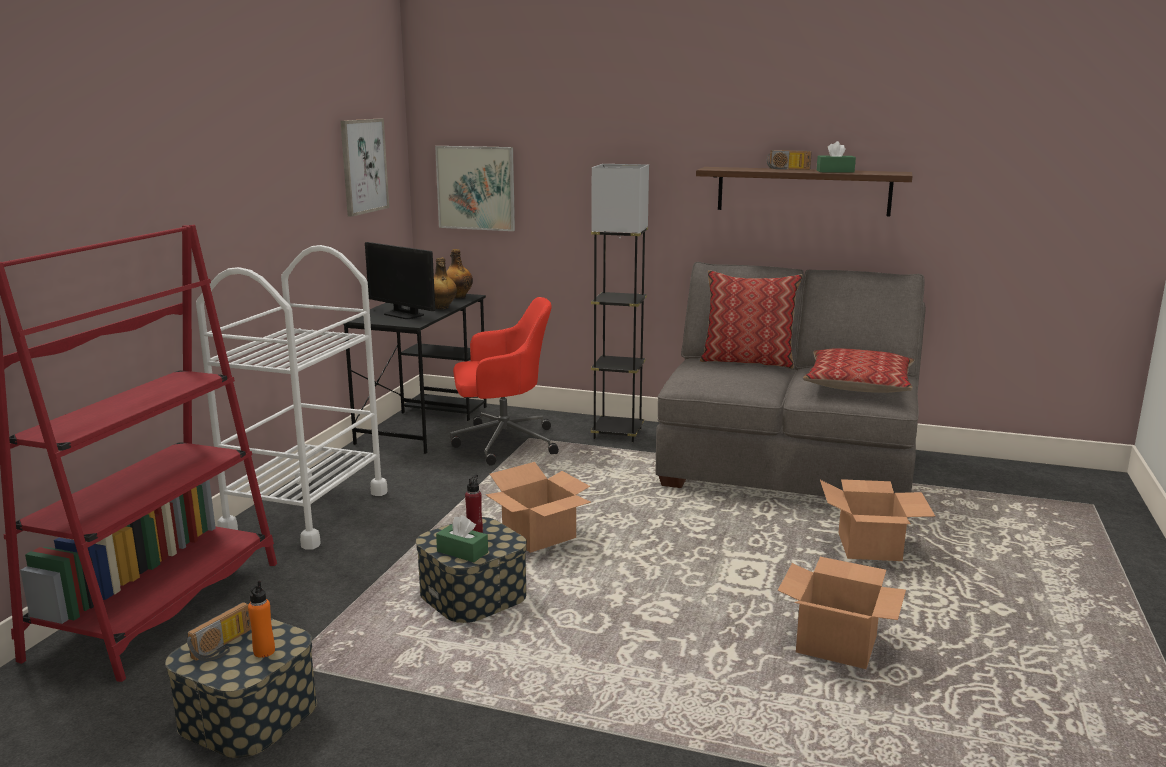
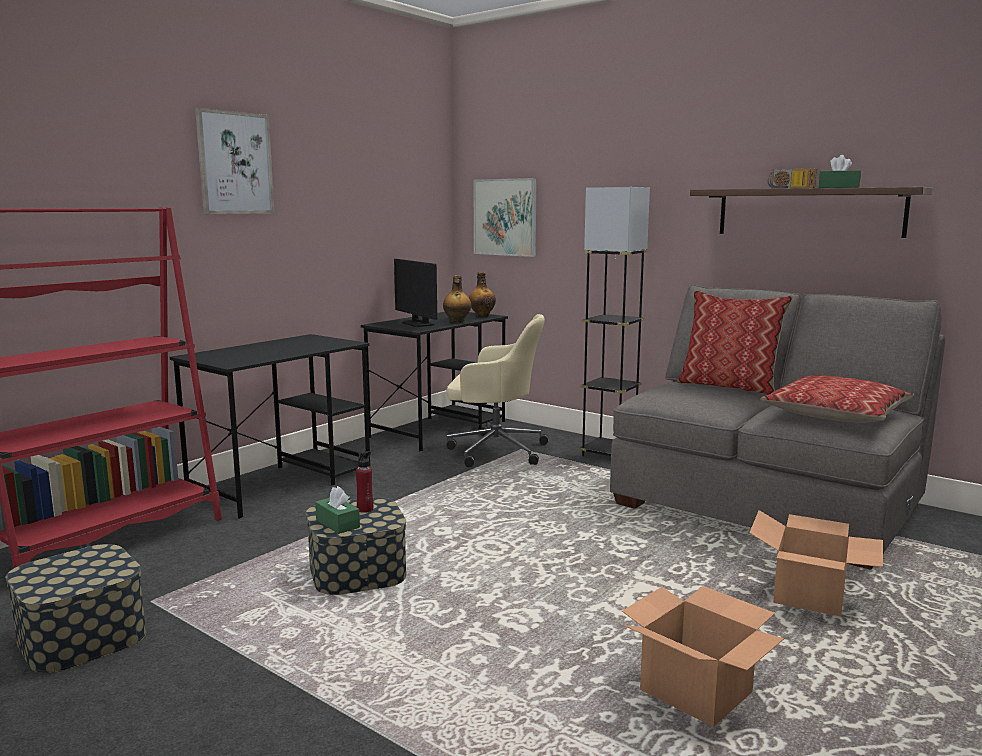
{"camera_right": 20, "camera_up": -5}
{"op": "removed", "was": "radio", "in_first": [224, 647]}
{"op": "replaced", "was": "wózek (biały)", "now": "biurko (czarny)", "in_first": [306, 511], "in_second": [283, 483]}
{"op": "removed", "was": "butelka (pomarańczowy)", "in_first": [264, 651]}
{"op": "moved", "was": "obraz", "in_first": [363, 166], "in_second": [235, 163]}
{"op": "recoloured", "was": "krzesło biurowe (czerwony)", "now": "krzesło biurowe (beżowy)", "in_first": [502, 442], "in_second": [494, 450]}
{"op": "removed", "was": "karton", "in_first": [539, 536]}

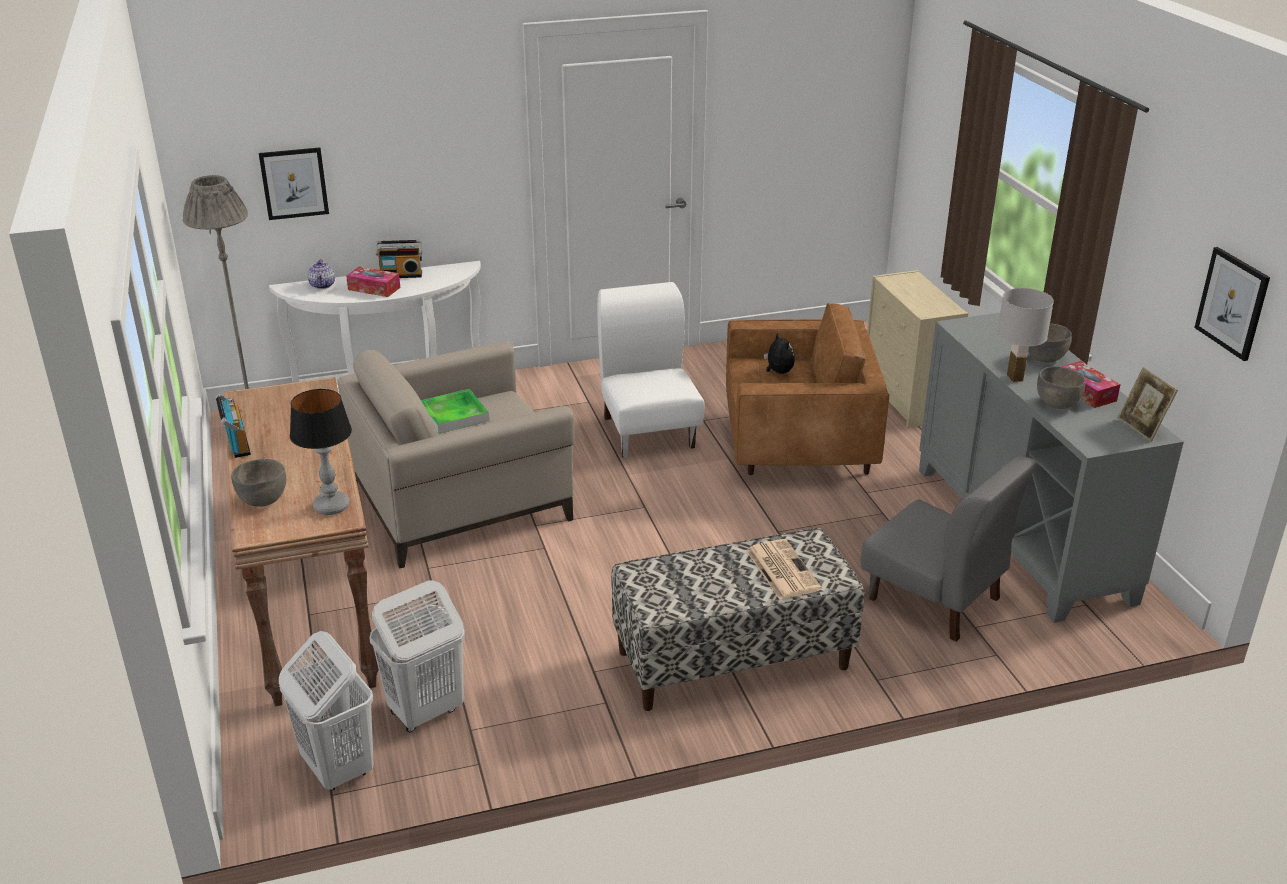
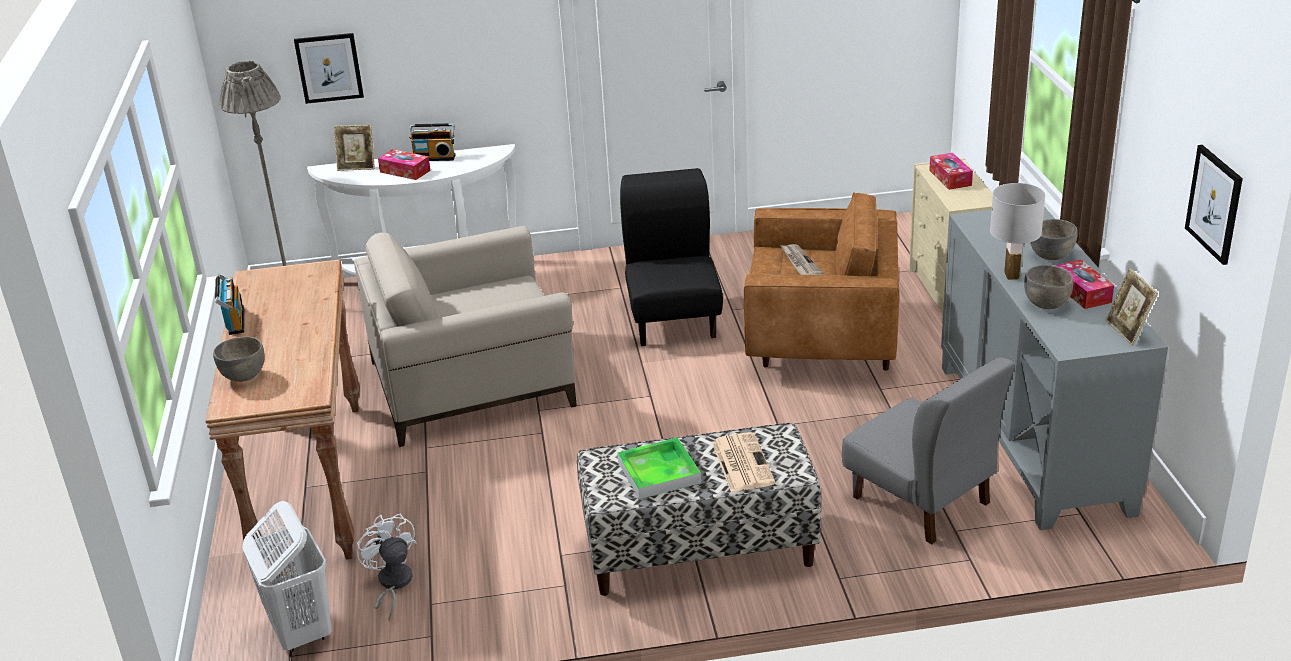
{"camera_right": 10, "camera_up": 0}
{"op": "removed", "was": "lampa stołowa", "in_first": [330, 506]}
{"op": "replaced", "was": "imbryk", "now": "ramka na zdjęcie", "in_first": [323, 285], "in_second": [357, 167]}
{"op": "replaced", "was": "kosz na pranie (biały)", "now": "wentylator (biały)", "in_first": [425, 712], "in_second": [392, 584]}
{"op": "moved", "was": "taca", "in_first": [454, 415], "in_second": [659, 472]}
{"op": "recoloured", "was": "krzesło (biały)", "now": "krzesło (czarny)", "in_first": [649, 431], "in_second": [673, 320]}
{"op": "replaced", "was": "pluszak", "now": "gazeta", "in_first": [778, 372], "in_second": [799, 262]}
{"op": "added", "now": "pudełko chusteczek", "in_second": [950, 178]}

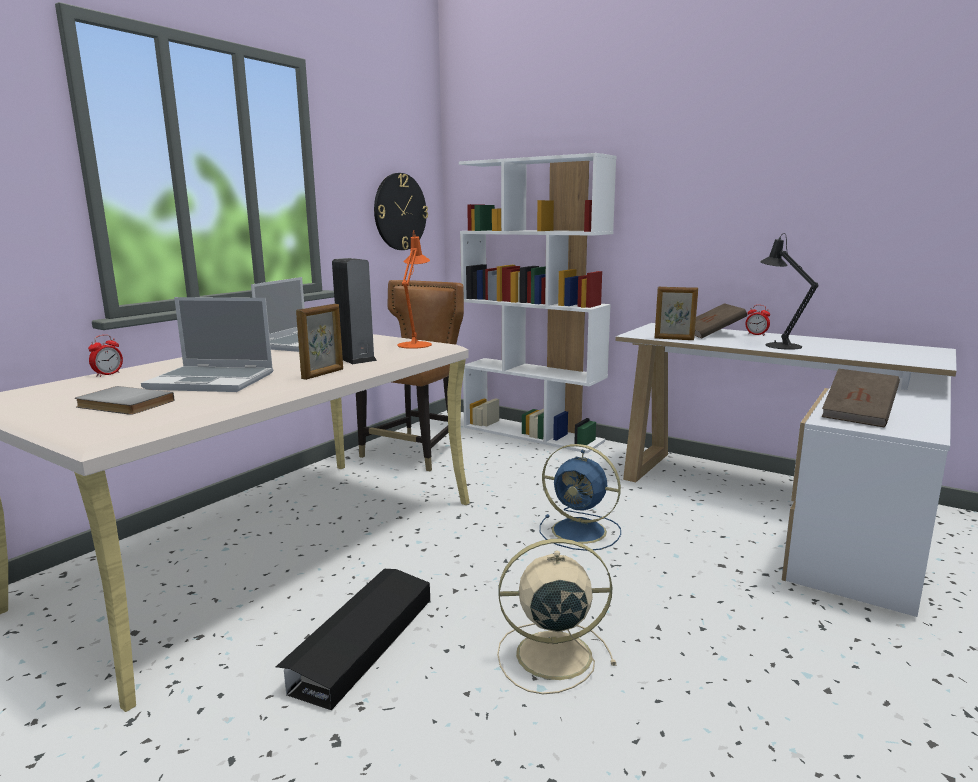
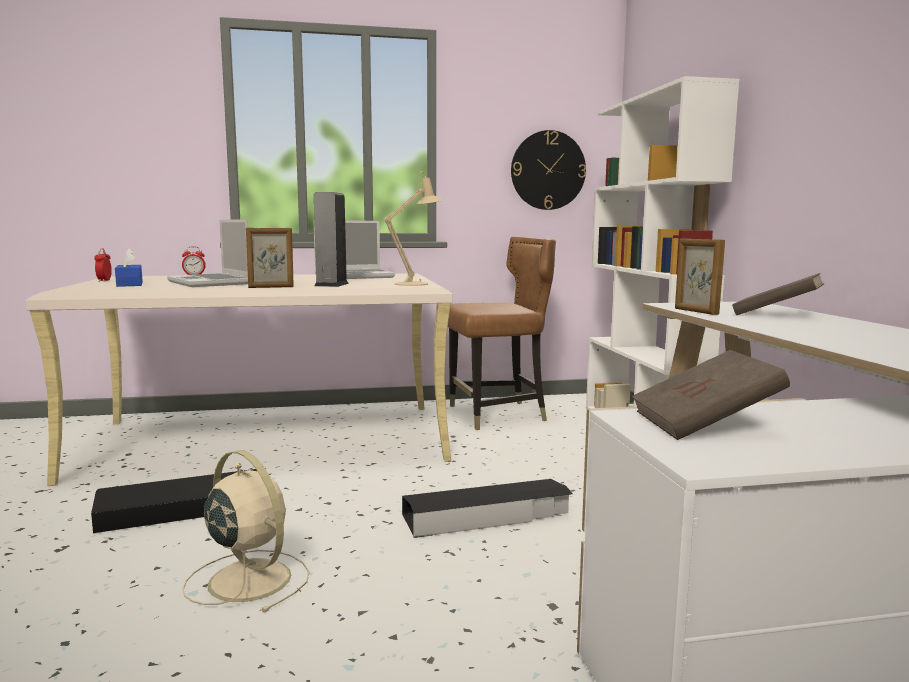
{"camera_right": 45, "camera_up": -5}
{"op": "replaced", "was": "książka (szary)", "now": "pudełko chusteczek (niebieski)", "in_first": [122, 404], "in_second": [129, 284]}
{"op": "recoloured", "was": "lampa stołowa (pomarańczowy)", "now": "lampa stołowa (beżowy)", "in_first": [416, 344], "in_second": [415, 283]}
{"op": "replaced", "was": "wentylator (niebieski)", "now": "pojemnik do przechowywania (czarny)", "in_first": [581, 531], "in_second": [487, 516]}
{"op": "moved", "was": "budzik", "in_first": [756, 334], "in_second": [104, 281]}
{"op": "removed", "was": "lampa stołowa (czarny)", "in_first": [779, 345]}

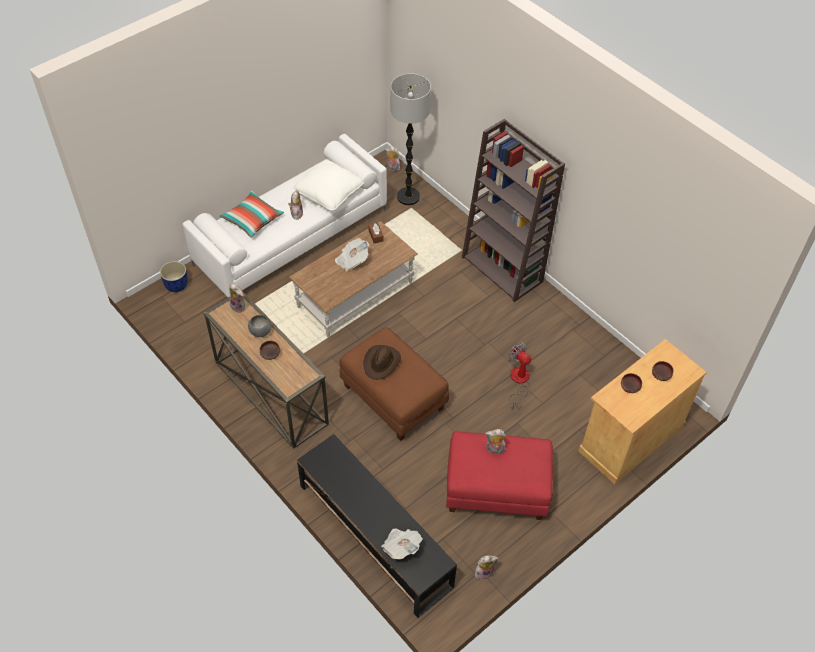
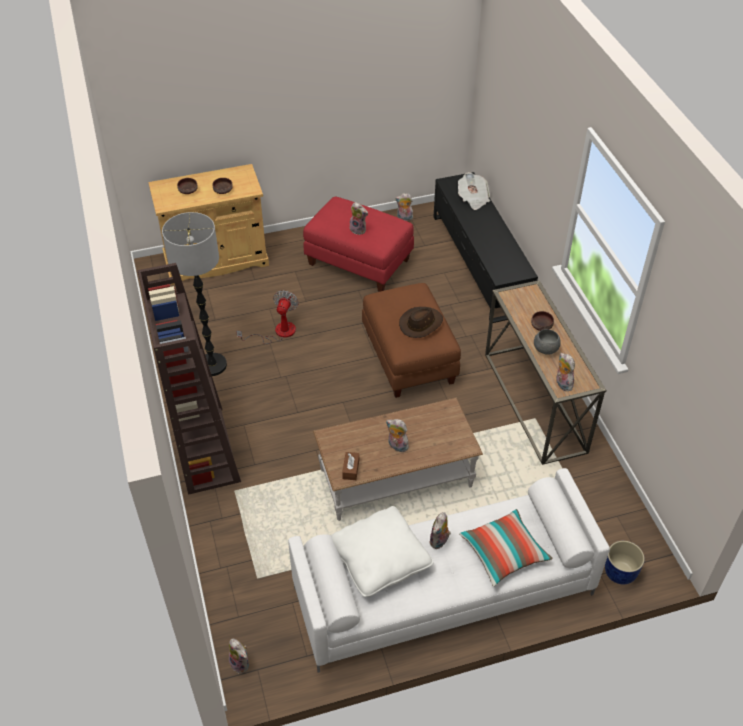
{"camera_right": -155, "camera_up": -5}
{"op": "replaced", "was": "gazeta", "now": "pluszak", "in_first": [352, 260], "in_second": [396, 446]}
{"op": "moved", "was": "lampa stojąca", "in_first": [408, 197], "in_second": [212, 365]}
{"op": "turned", "was": "wentylator", "in_first": [518, 381], "in_second": [277, 332], "clockwise": -150}

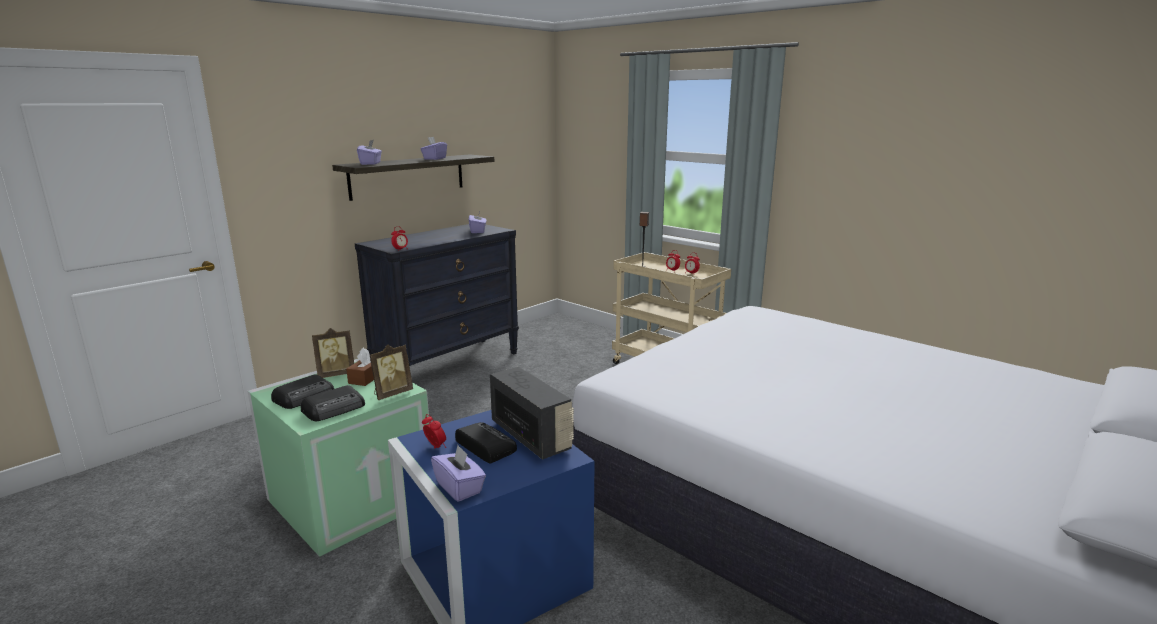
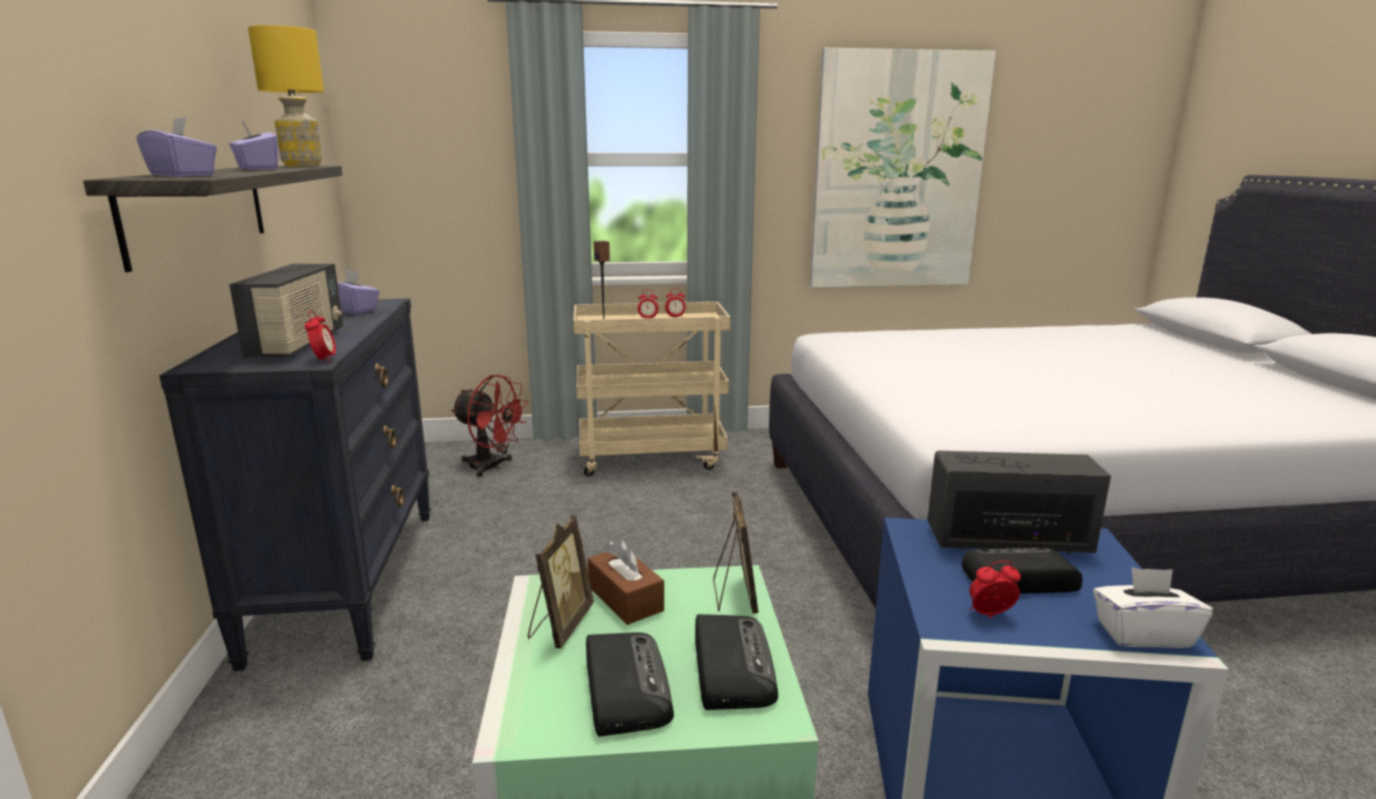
{"camera_right": -50, "camera_up": 0}
{"op": "recoloured", "was": "pudełko chusteczek (fioletowy)", "now": "pudełko chusteczek (biały)", "in_first": [459, 487], "in_second": [1142, 634]}
{"op": "added", "now": "radio", "in_second": [298, 345]}
{"op": "added", "now": "lampa stołowa (żółty)", "in_second": [302, 166]}
{"op": "added", "now": "wentylator (czerwony)", "in_second": [492, 467]}
{"op": "added", "now": "obraz", "in_second": [898, 172]}

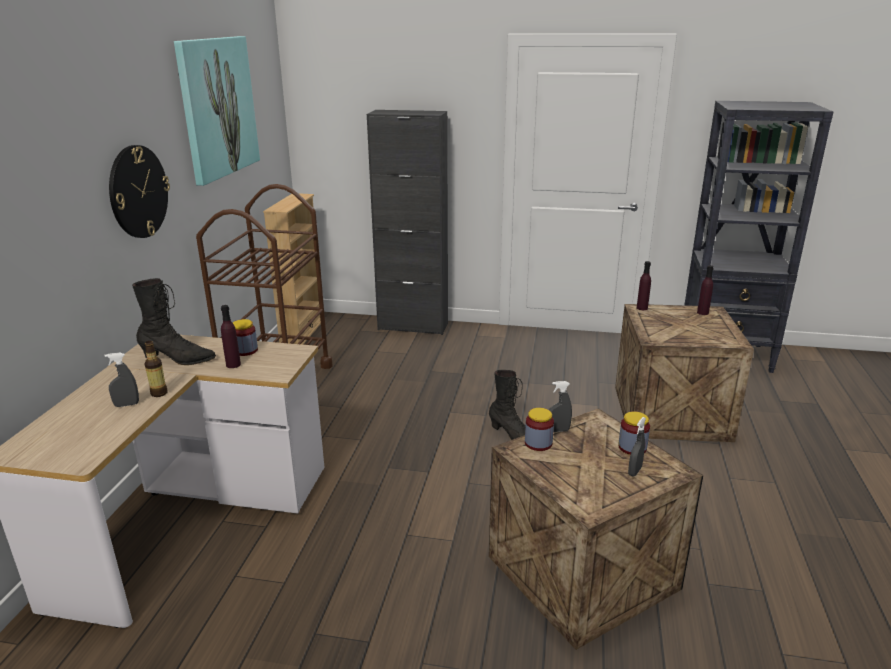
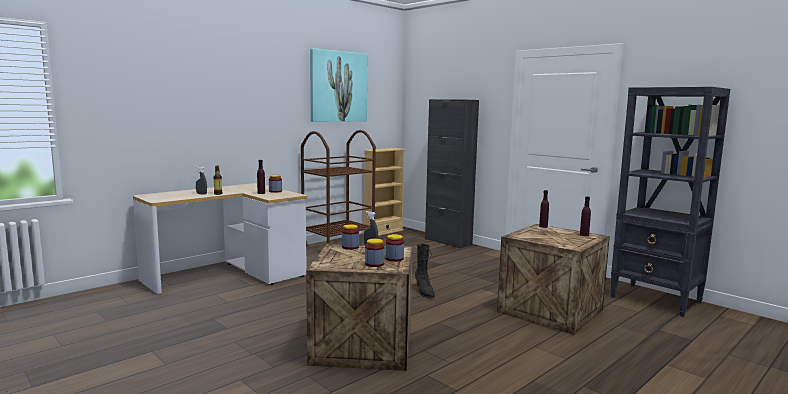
{"camera_right": 35, "camera_up": -15}
{"op": "removed", "was": "zegar ścienny", "in_first": [138, 192]}
{"op": "removed", "was": "but z cholewką (czarny)", "in_first": [178, 360]}
{"op": "replaced", "was": "spryskiwacz (szary)", "now": "słoik", "in_first": [634, 471], "in_second": [374, 264]}

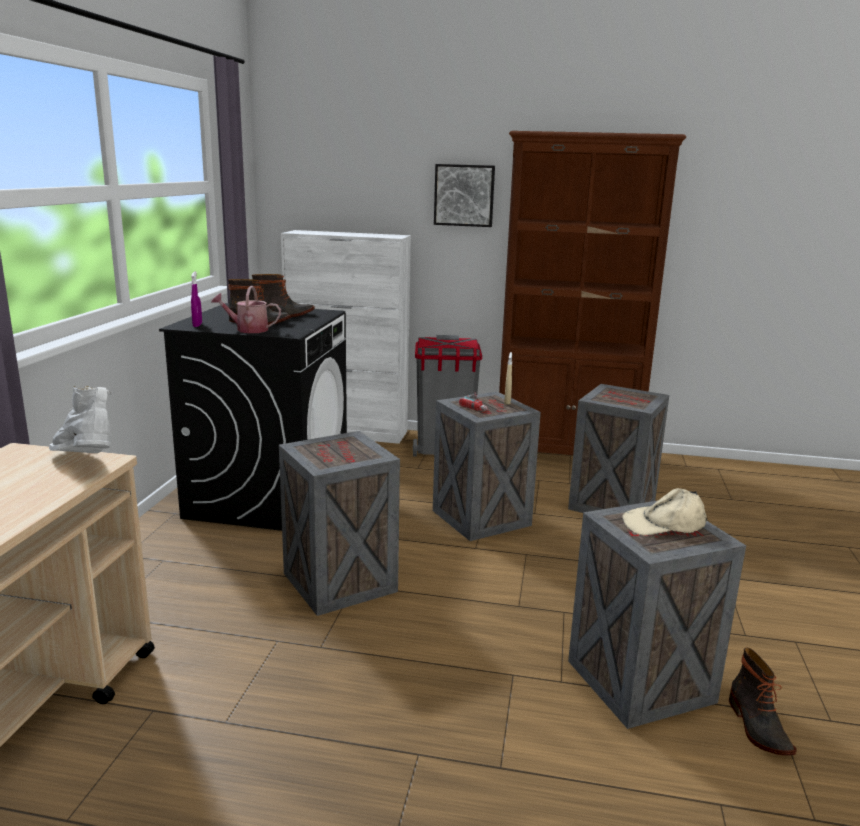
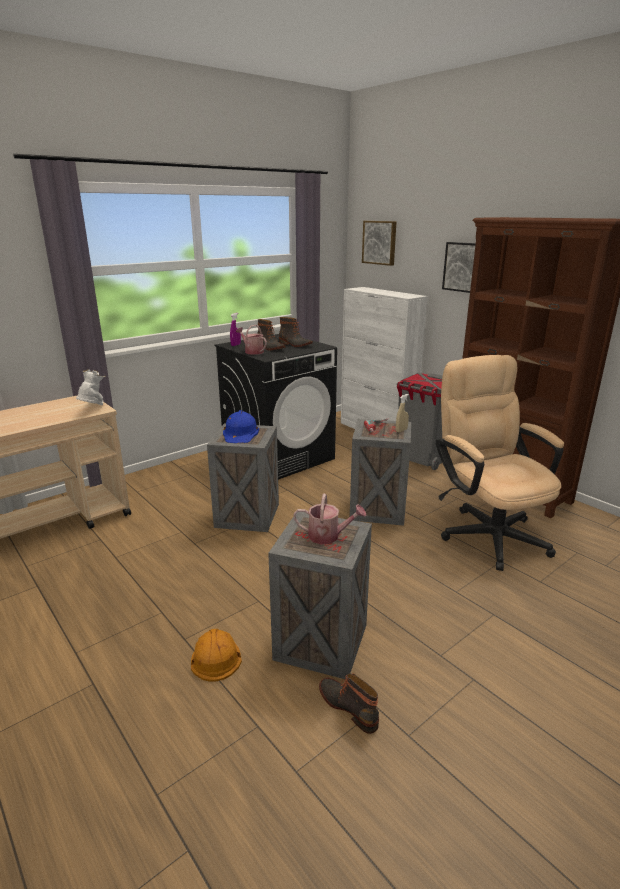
{"camera_right": 40, "camera_up": 5}
{"op": "replaced", "was": "skrzynka", "now": "krzesło biurowe (beżowy)", "in_first": [611, 504], "in_second": [487, 532]}
{"op": "replaced", "was": "czapka z daszkiem (beżowy)", "now": "konewka", "in_first": [664, 524], "in_second": [328, 536]}
{"op": "turned", "was": "but z cholewką", "in_first": [757, 727], "in_second": [349, 707], "clockwise": 105}
{"op": "added", "now": "kask (pomarańczowy)", "in_second": [215, 656]}
{"op": "added", "now": "kask (niebieski)", "in_second": [240, 433]}
{"op": "added", "now": "obraz", "in_second": [380, 242]}

